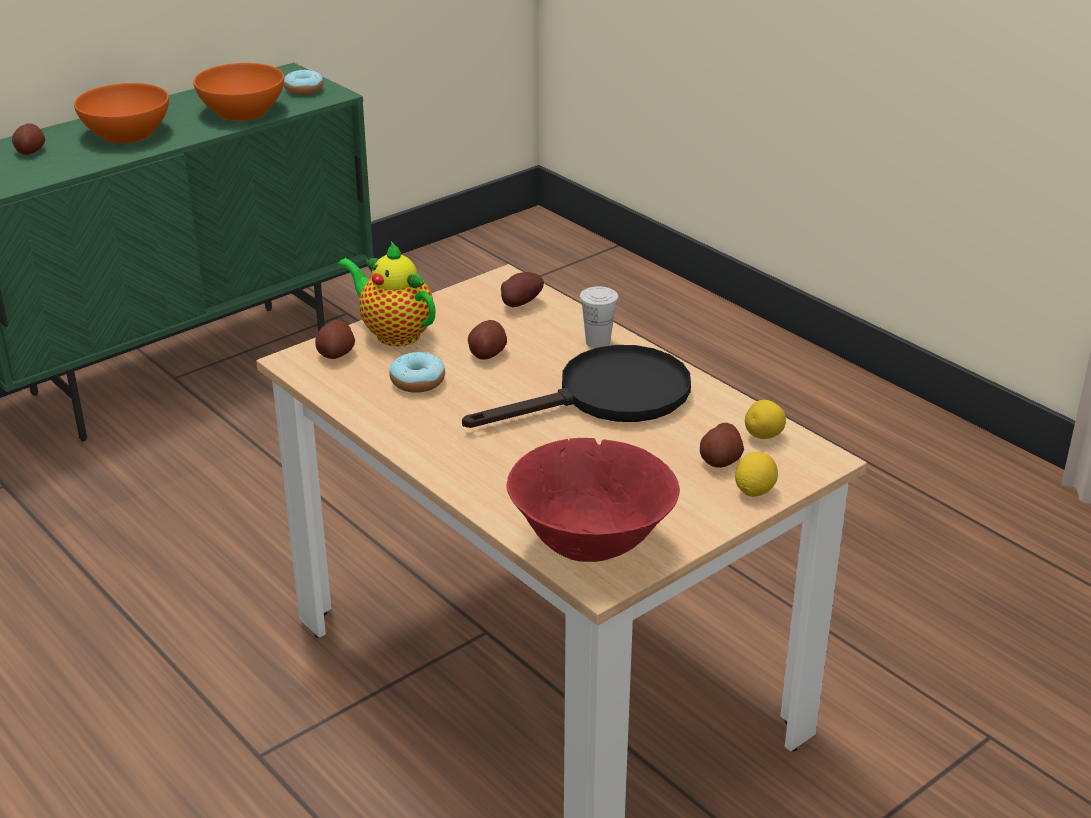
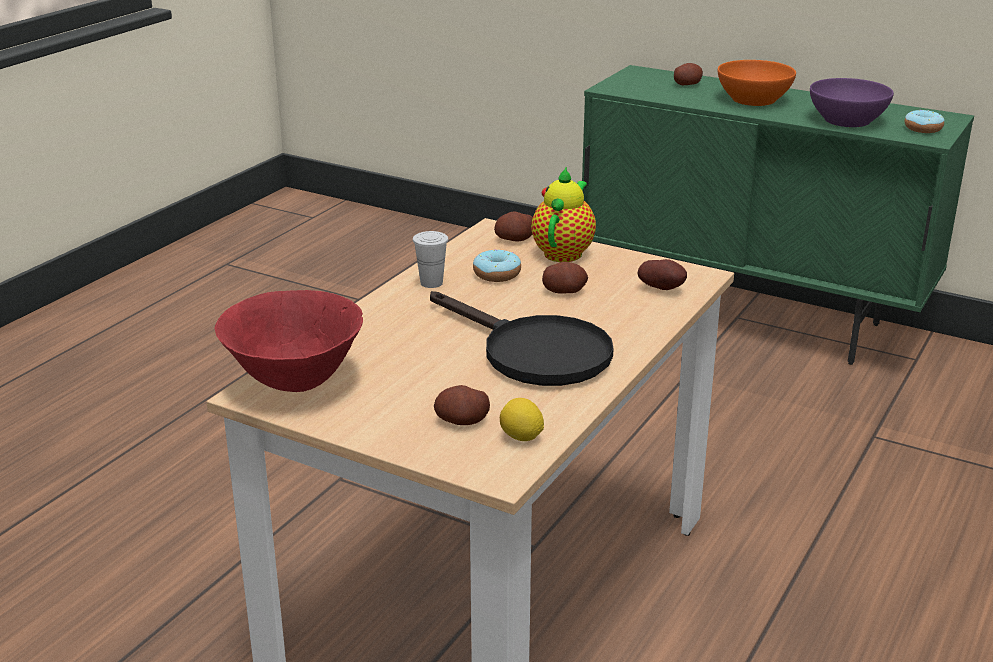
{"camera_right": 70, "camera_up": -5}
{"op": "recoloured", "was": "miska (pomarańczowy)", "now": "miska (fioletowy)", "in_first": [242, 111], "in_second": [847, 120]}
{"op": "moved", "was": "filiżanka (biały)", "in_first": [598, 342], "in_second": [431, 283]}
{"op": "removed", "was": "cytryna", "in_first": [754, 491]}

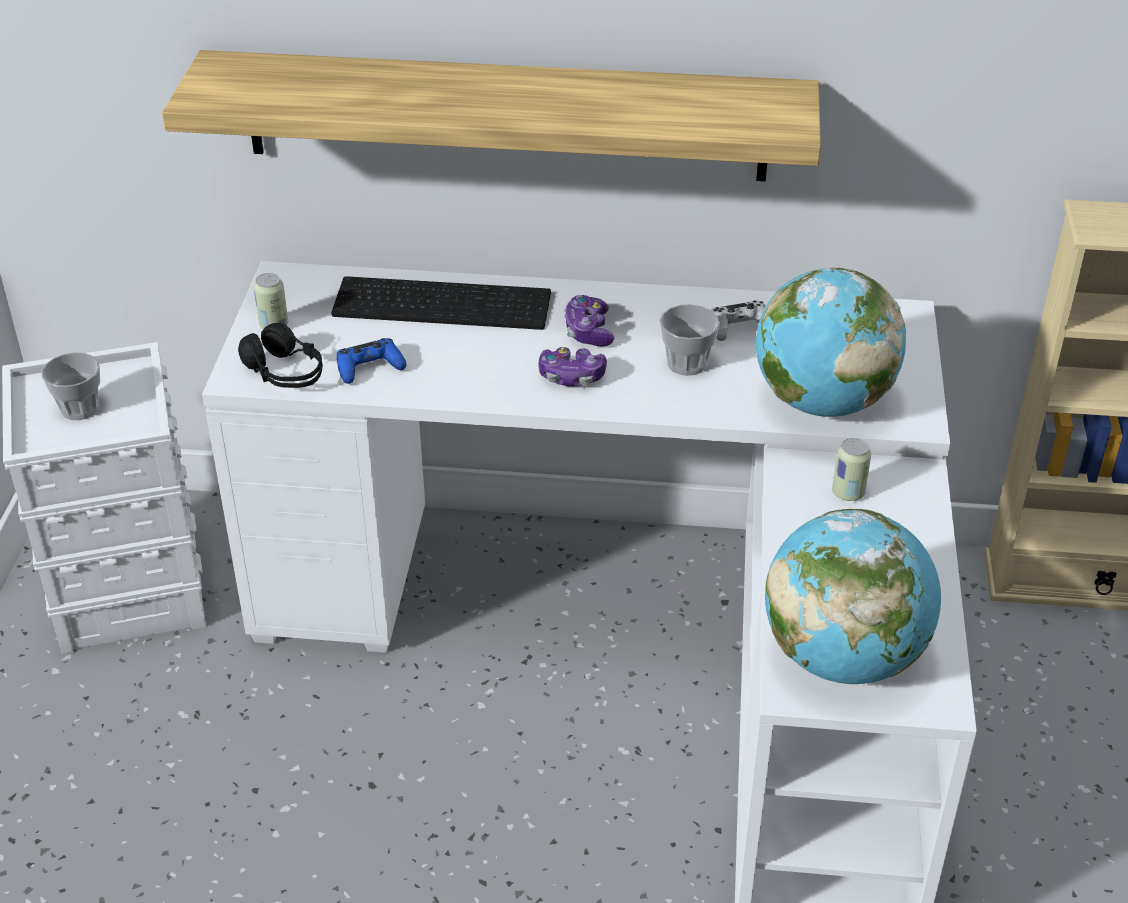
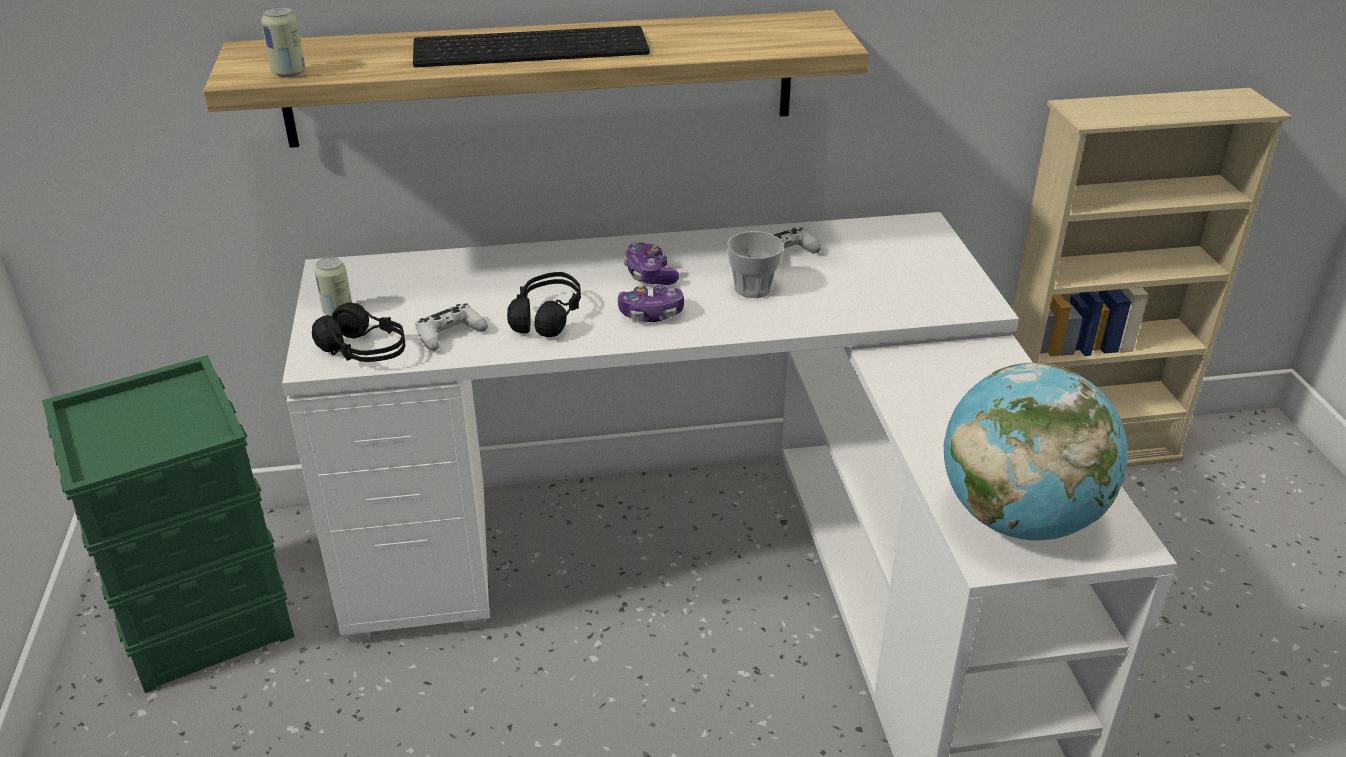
{"camera_right": -15, "camera_up": -5}
{"op": "recoloured", "was": "pojemnik do przechowywania (biały)", "now": "pojemnik do przechowywania (zielony)", "in_first": [131, 589], "in_second": [207, 615]}
{"op": "removed", "was": "filiżanka", "in_first": [80, 408]}
{"op": "moved", "was": "klawiatura", "in_first": [445, 302], "in_second": [533, 46]}
{"op": "recoloured", "was": "pad do gier (niebieski)", "now": "pad do gier (biały)", "in_first": [369, 368], "in_second": [450, 334]}
{"op": "removed", "was": "globus", "in_first": [821, 402]}
{"op": "moved", "was": "puszka", "in_first": [848, 493], "in_second": [289, 72]}
{"op": "added", "now": "słuchawki (czarny)", "in_second": [547, 317]}

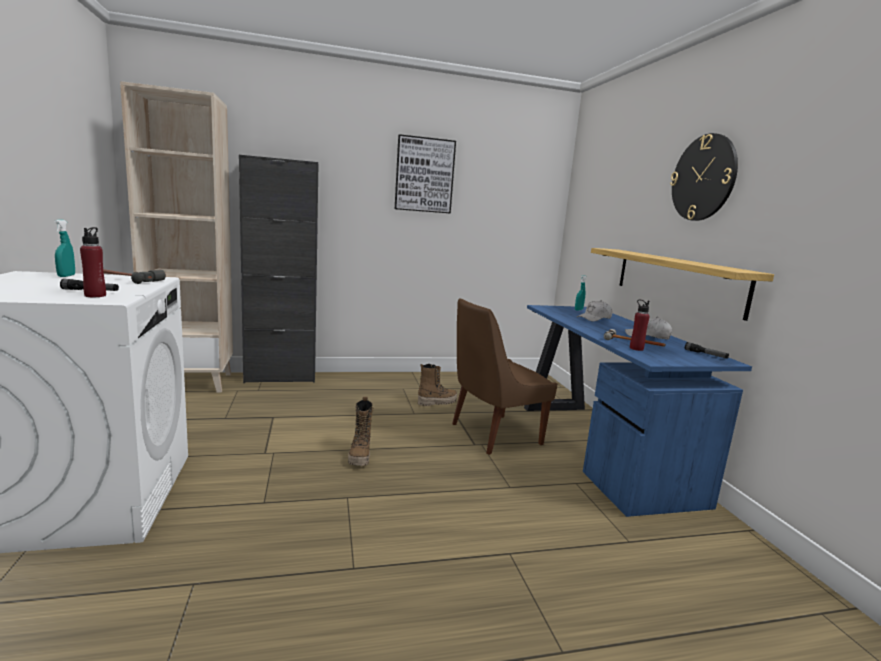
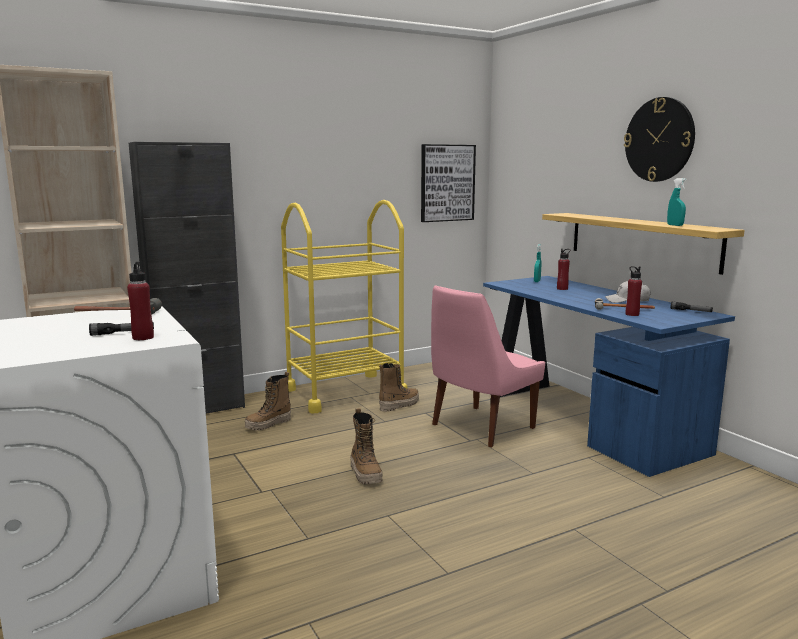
{"camera_right": -15, "camera_up": 0}
{"op": "moved", "was": "spryskiwacz (turkusowy)", "in_first": [66, 276], "in_second": [675, 225]}
{"op": "moved", "was": "obraz", "in_first": [424, 175], "in_second": [447, 183]}
{"op": "recoloured", "was": "krzesło (brązowy)", "now": "krzesło (różowy)", "in_first": [492, 434], "in_second": [480, 427]}
{"op": "replaced", "was": "czapka z daszkiem (biały)", "now": "butelka (czerwony)", "in_first": [594, 318], "in_second": [562, 289]}
{"op": "added", "now": "but z cholewką", "in_second": [268, 425]}
{"op": "added", "now": "wózek (żółty)", "in_second": [344, 392]}

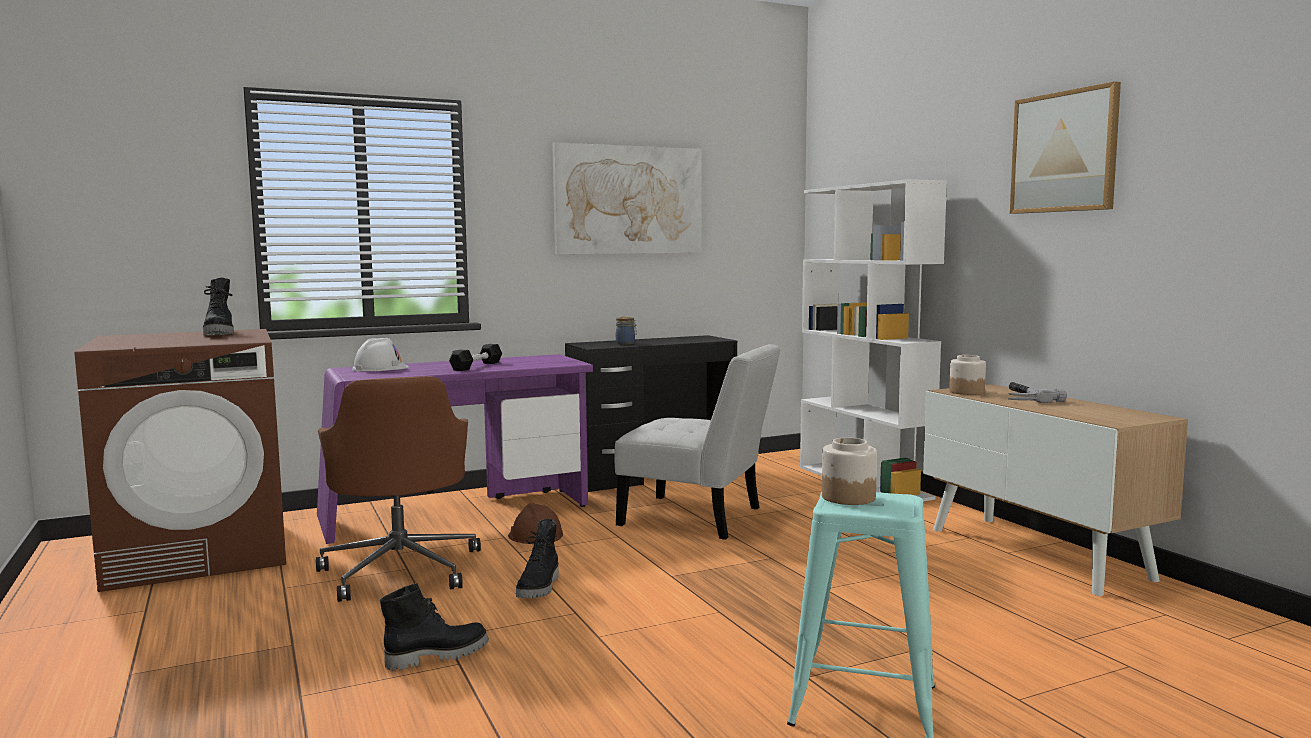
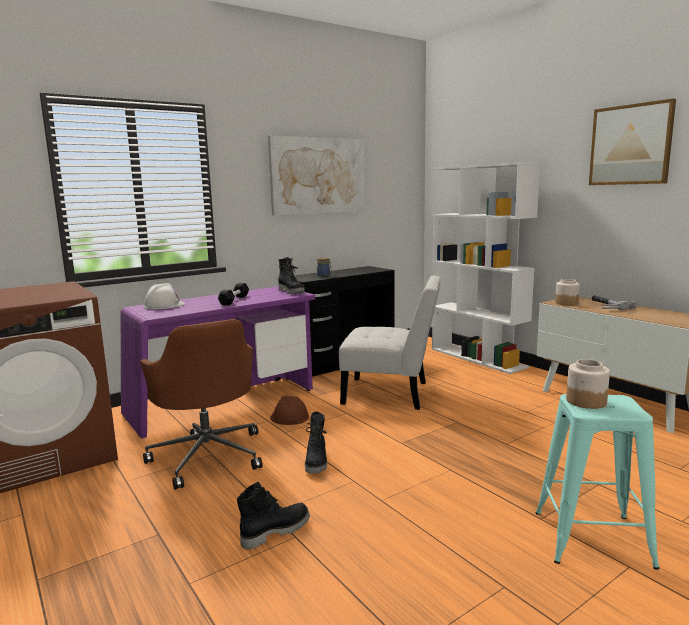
{"camera_right": -10, "camera_up": 5}
{"op": "moved", "was": "but z cholewką (czarny)", "in_first": [220, 334], "in_second": [292, 292]}

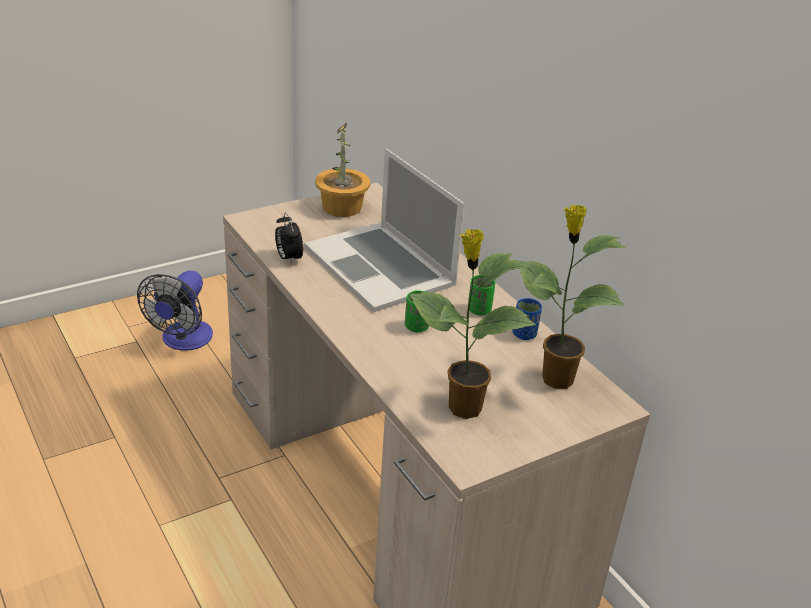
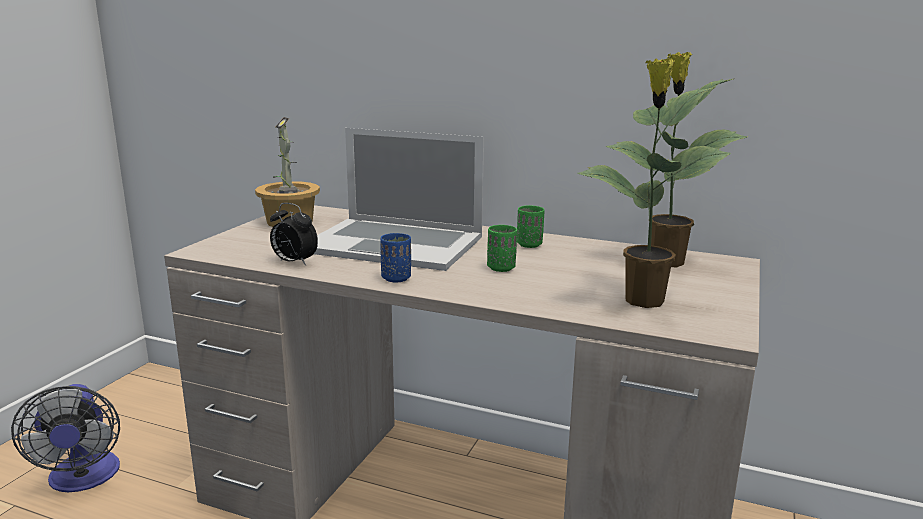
{"camera_right": -35, "camera_up": -15}
{"op": "moved", "was": "filiżanka (niebieski)", "in_first": [524, 334], "in_second": [396, 278]}

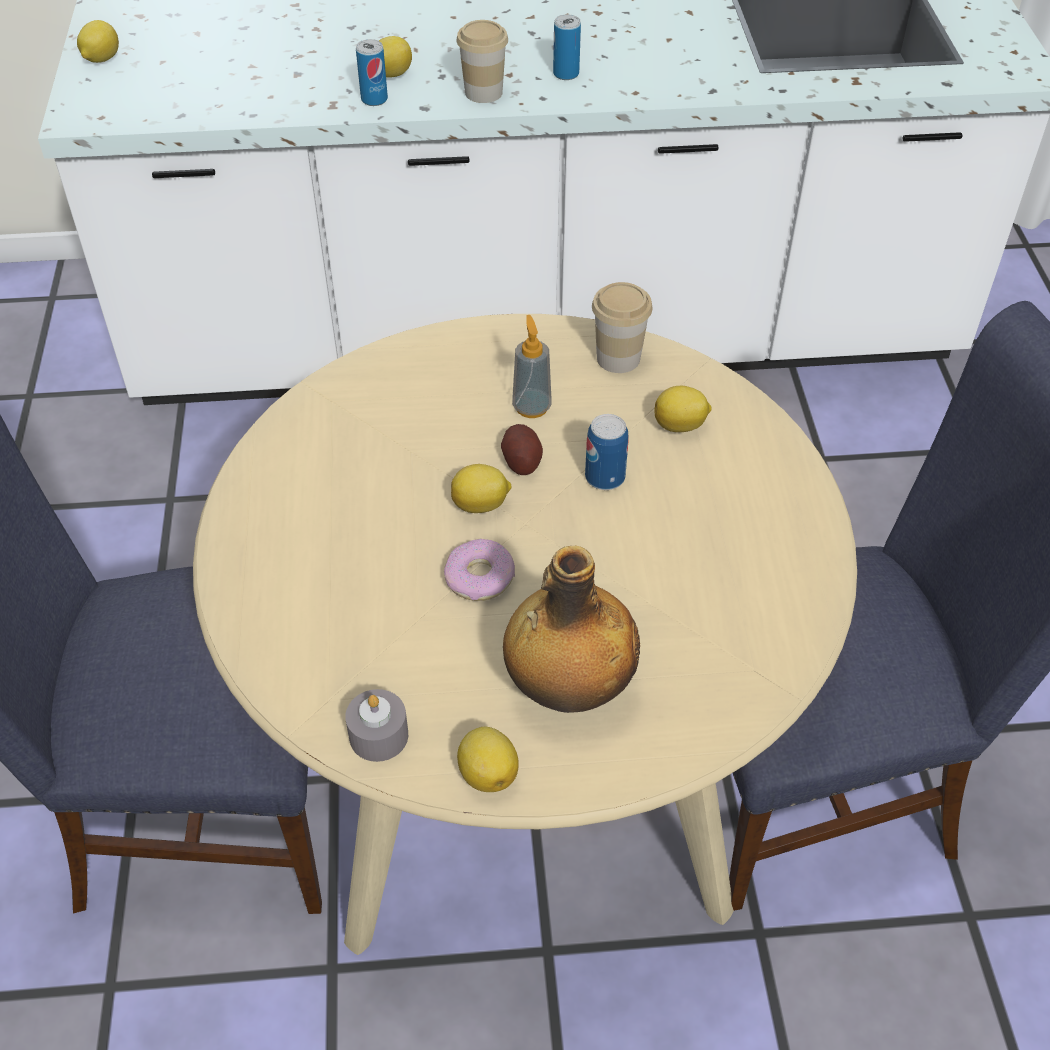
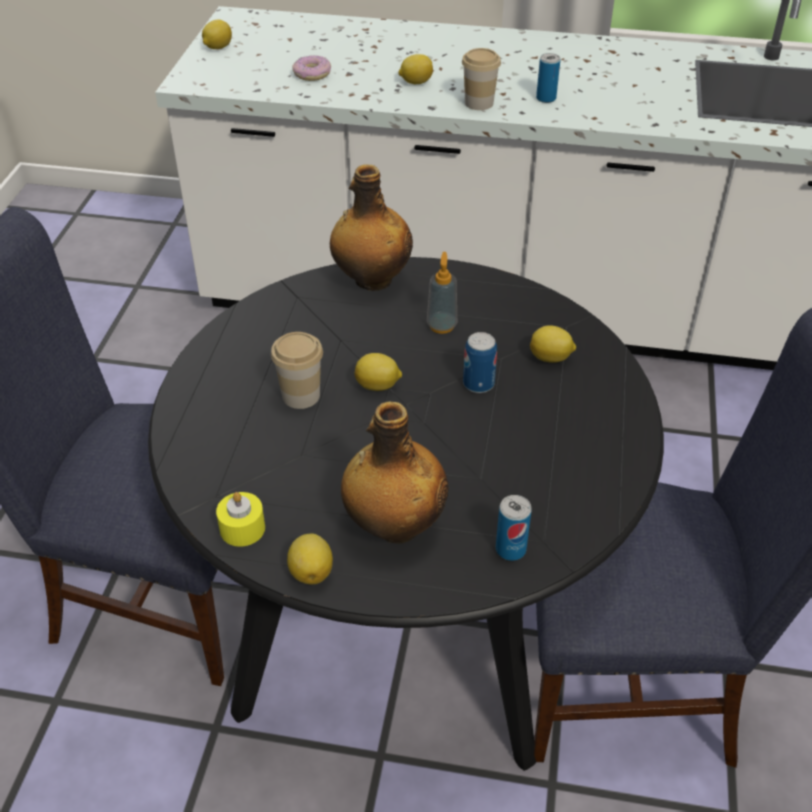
{"camera_right": 15, "camera_up": -5}
{"op": "recoloured", "was": "stół jadalny (beżowy)", "now": "stół jadalny (czarny)", "in_first": [524, 767], "in_second": [405, 616]}
{"op": "recoloured", "was": "świeca (szary)", "now": "świeca (żółty)", "in_first": [378, 735], "in_second": [242, 528]}
{"op": "moved", "was": "puszka", "in_first": [374, 99], "in_second": [510, 549]}
{"op": "moved", "was": "donut", "in_first": [480, 578], "in_second": [312, 74]}
{"op": "removed", "was": "ziemniak", "in_first": [521, 461]}
{"op": "moved", "was": "filiżanka", "in_first": [618, 358], "in_second": [301, 395]}
{"op": "added", "now": "butelka", "in_second": [371, 280]}

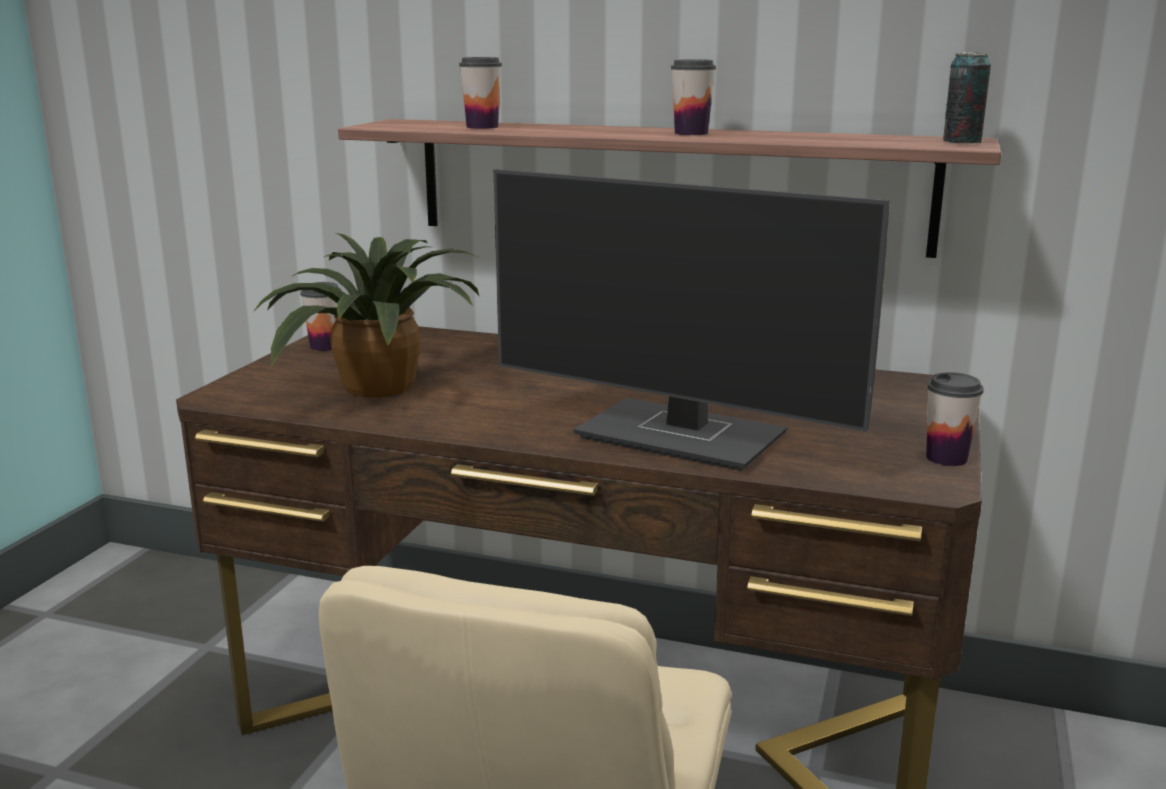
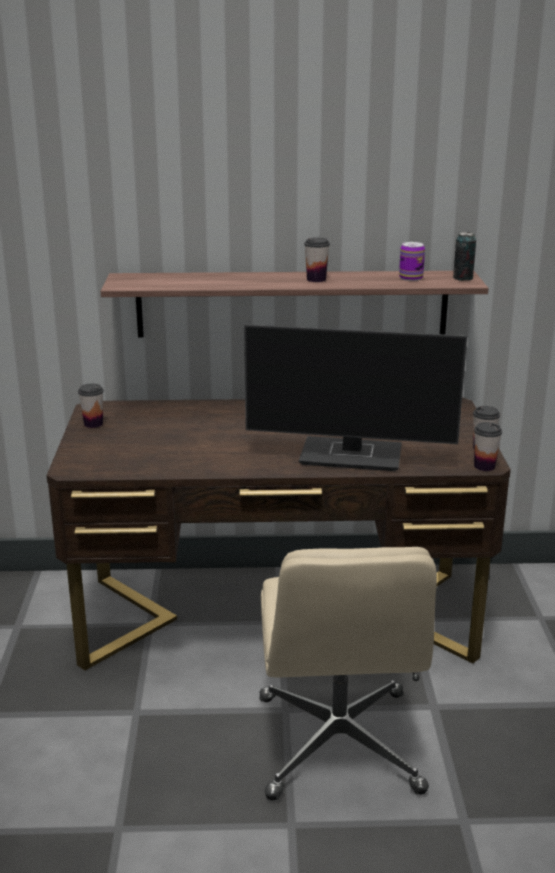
{"camera_right": -20, "camera_up": 5}
{"op": "removed", "was": "roślina doniczkowa", "in_first": [377, 389]}
{"op": "moved", "was": "filiżanka", "in_first": [482, 127], "in_second": [484, 466]}
{"op": "added", "now": "puszka", "in_second": [411, 278]}

